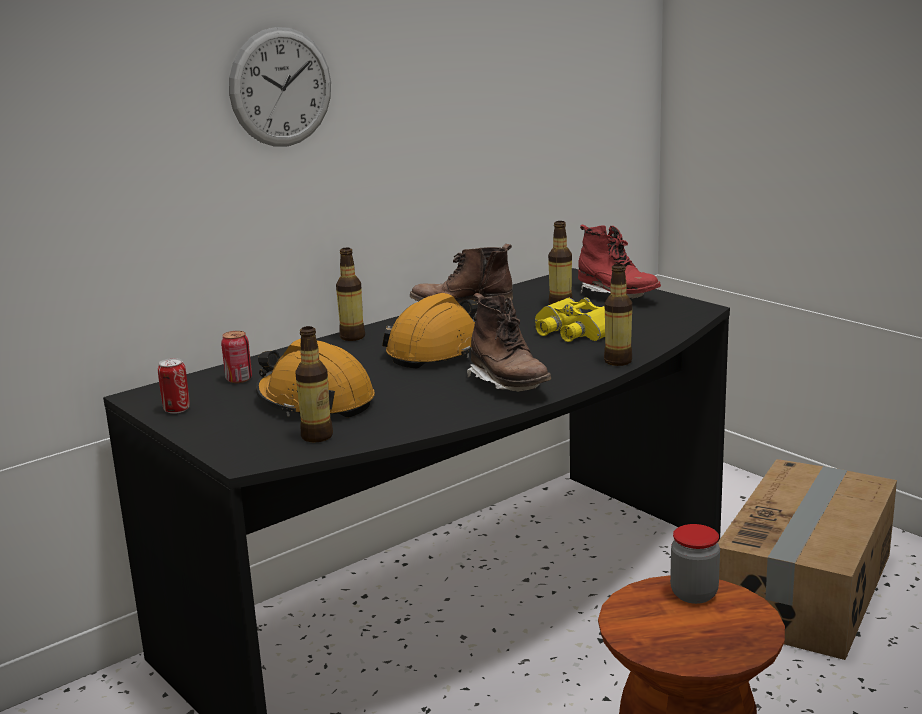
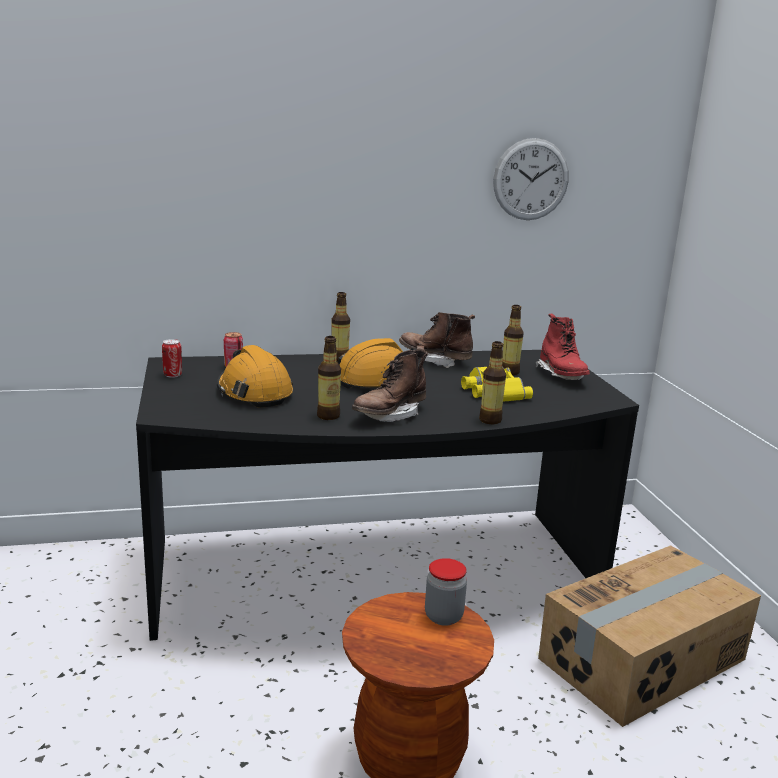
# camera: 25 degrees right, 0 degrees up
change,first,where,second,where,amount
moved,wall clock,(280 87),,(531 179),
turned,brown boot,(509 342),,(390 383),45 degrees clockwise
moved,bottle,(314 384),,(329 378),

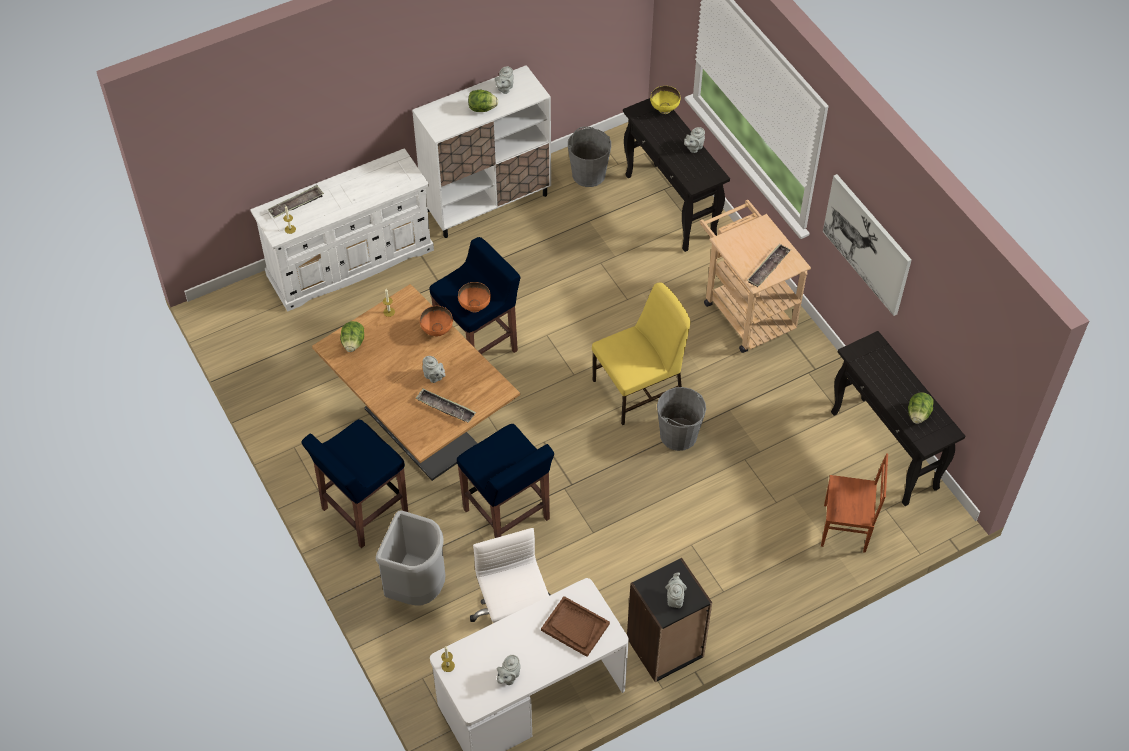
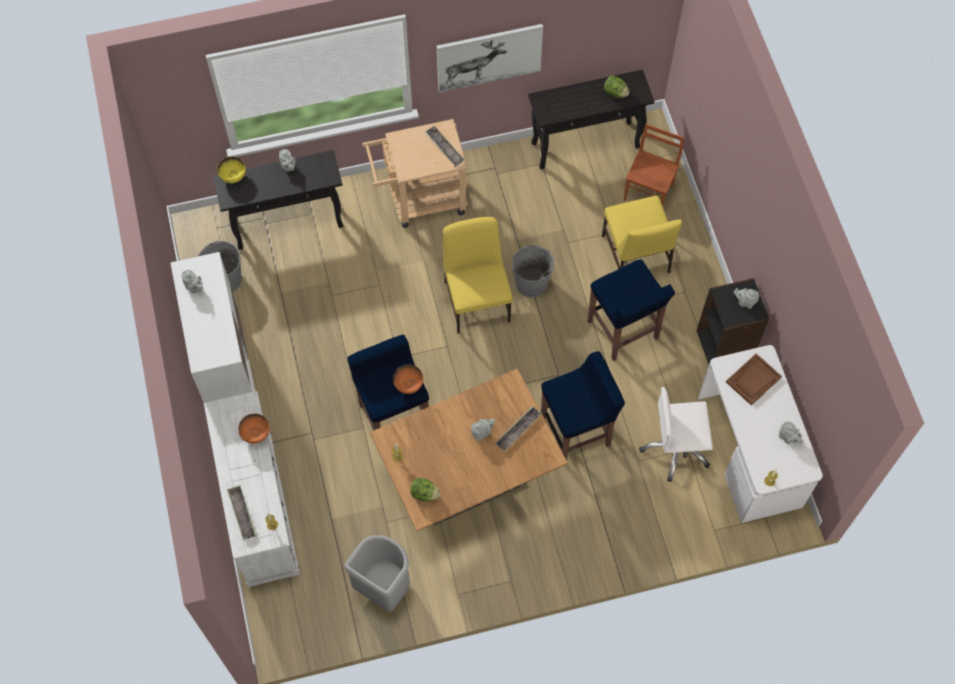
# camera: 75 degrees left, 10 degrees up
change,first,where,second,where,amount
removed,lettuce,(483 101),,,
moved,orange bowl,(436 321),,(254 428),
moved,blue stool,(355 483),,(631 310),
moved,grey trash can,(410 558),,(377 573),
added,,,yellow chair,(642 235),

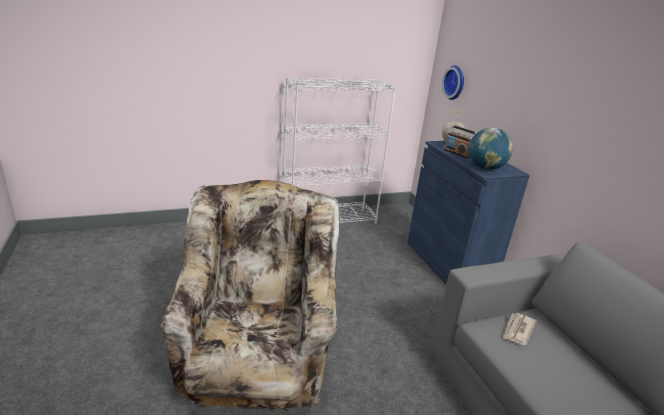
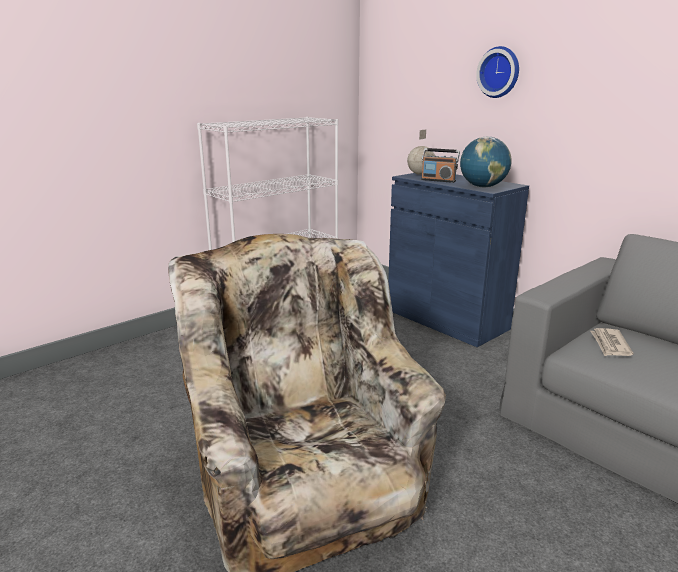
# camera: 20 degrees left, 5 degrees down
change,first,where,second,where,amount
moved,wall clock,(453 82),,(497 72),

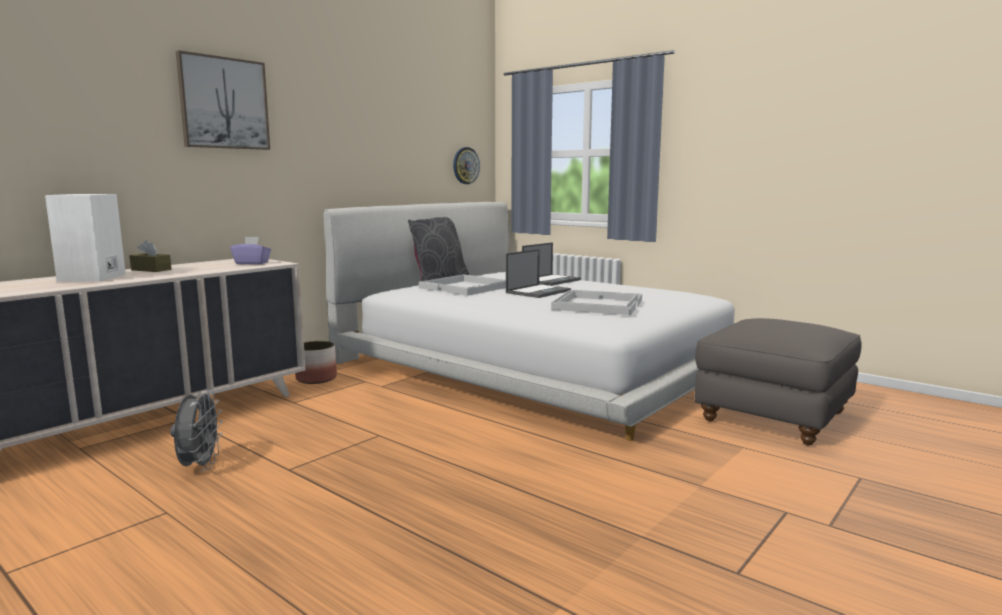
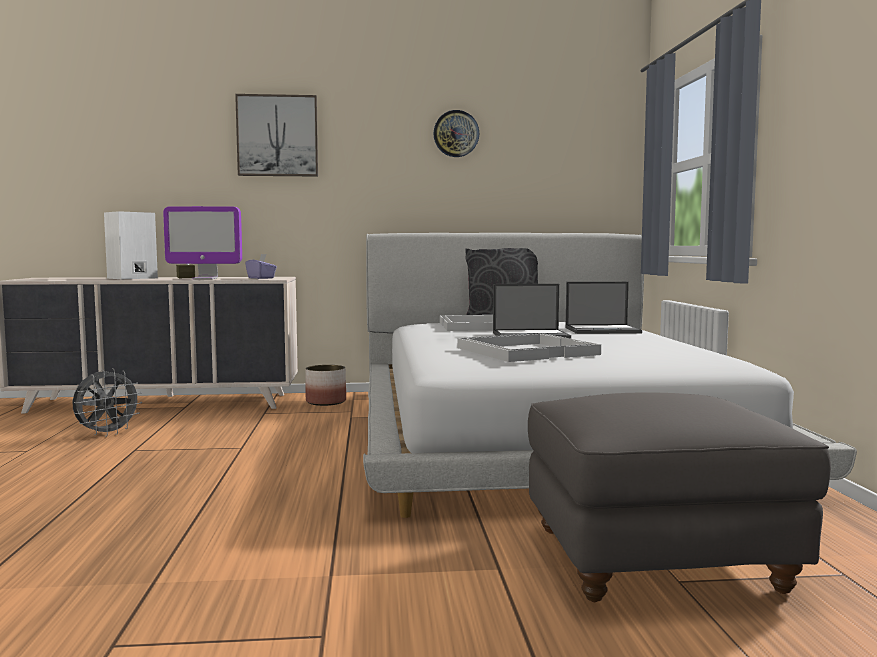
# camera: 45 degrees right, 5 degrees down
change,first,where,second,where,amount
moved,wall clock,(466 165),,(456 133),
added,,,monitor,(202 242),

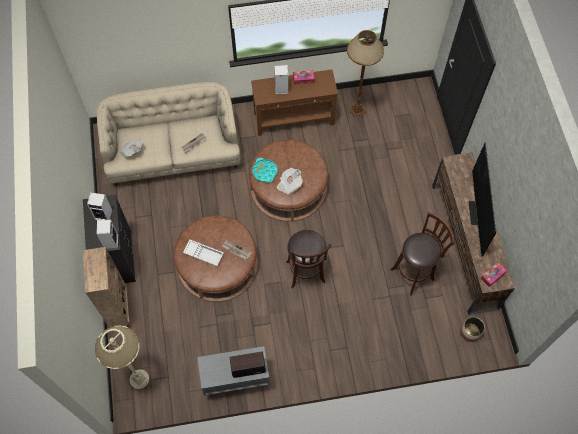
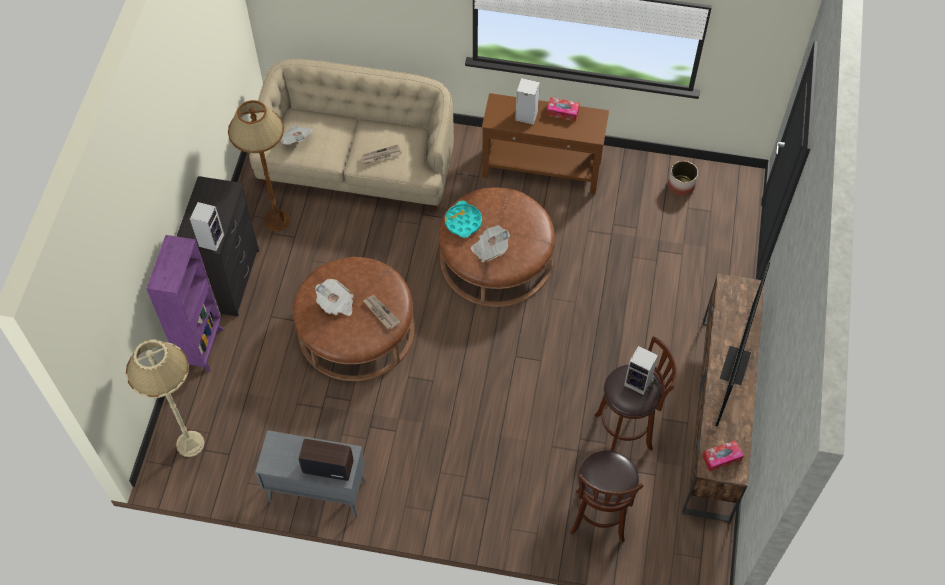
# camera: 20 degrees right, 5 degrees down
change,first,where,second,where,amount
moved,brown floor lamp,(365 73),,(259 165),
moved,speaker,(100 206),,(641 370),
moved,brown stool,(309 259),,(606 496),
replaced,white tray,(203 253),newspaper,(334 297),
recoloured,brown bookcase,(108 287),purple bookcase,(185 303),
moved,planter,(472 329),,(683 178),

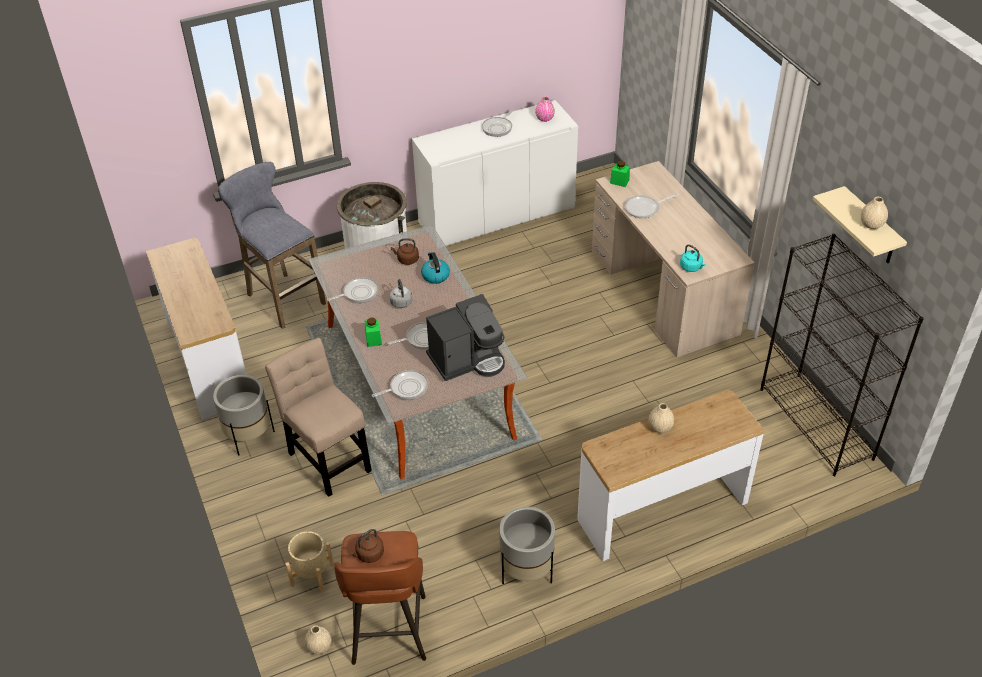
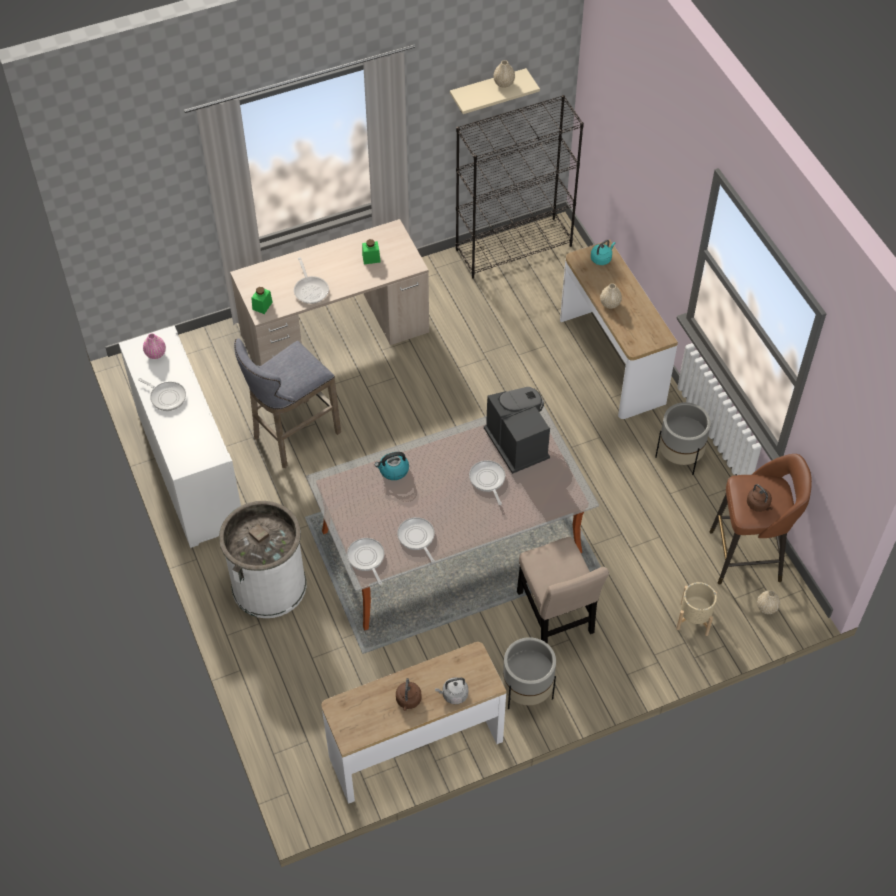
# camera: 90 degrees left, 10 degrees up
change,first,where,second,where,amount
moved,grey stool,(272 245),,(287 403),
moved,brown kettle,(405 251),,(409 694),
moved,turquoise kettle,(693 258),,(603 252),
moved,grey kettle,(400 293),,(451 690),
moved,green jar,(373 332),,(371 251),
turned,beige chair,(318 417),,(563 590),75 degrees counterclockwise
moved,frying pan,(400 385),,(366 561),

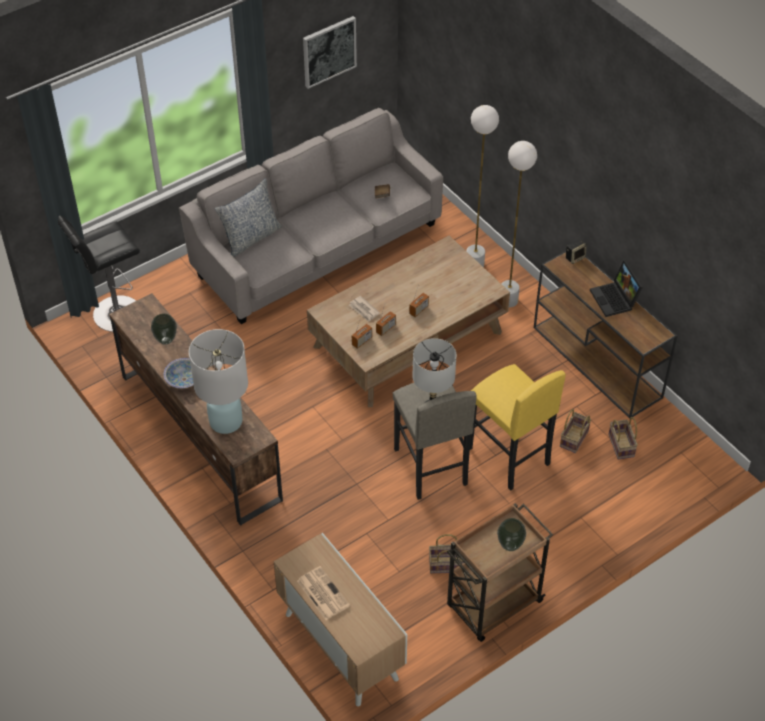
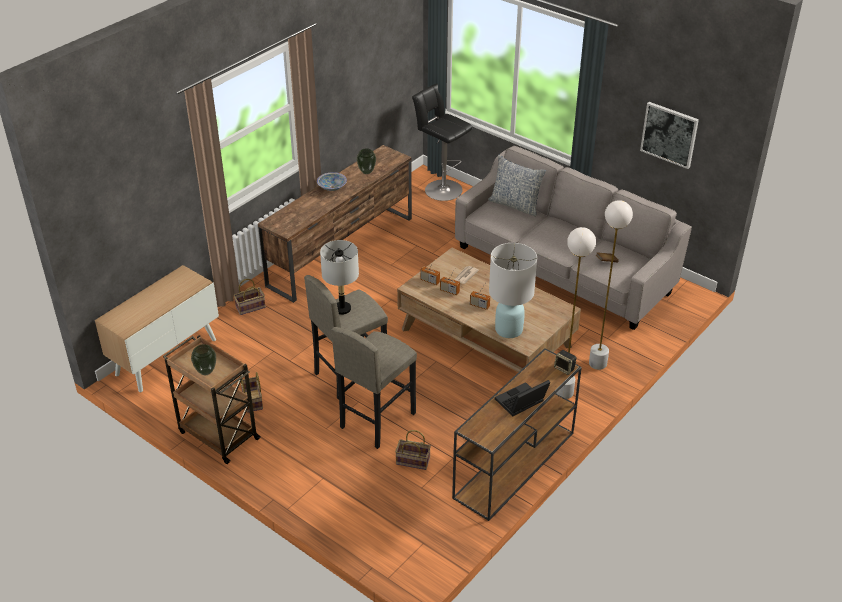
# camera: 75 degrees right, 10 degrees down
change,first,where,second,where,amount
moved,white table lamp,(218 381),,(513 290),
recoloured,yellow stool,(518 427),grey stool,(374 388),
moved,basket,(623 438),,(250 297),
removed,newspaper,(323 593),,,

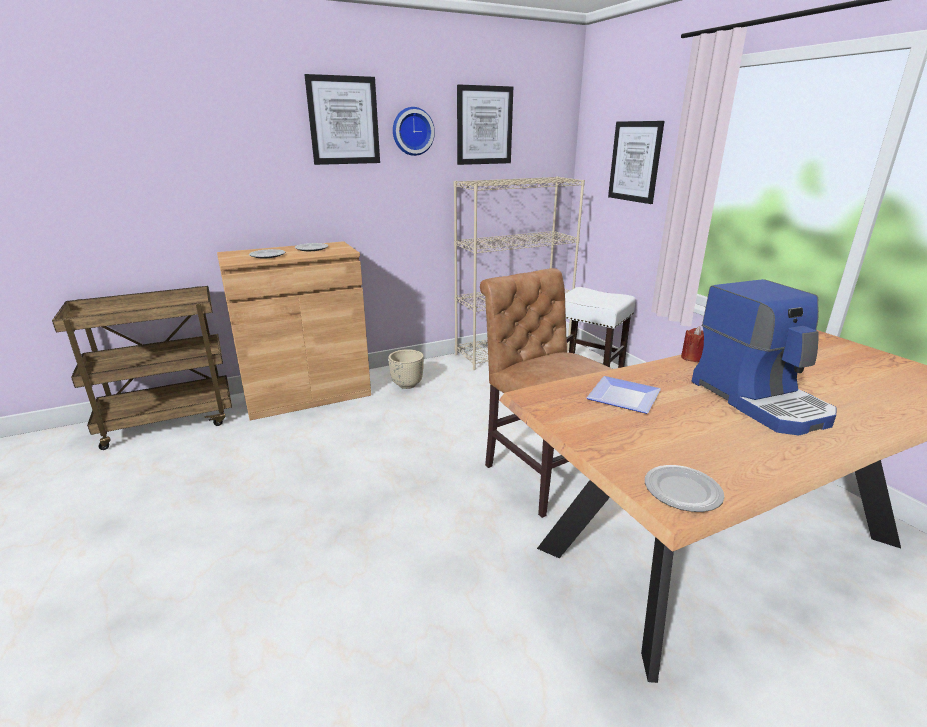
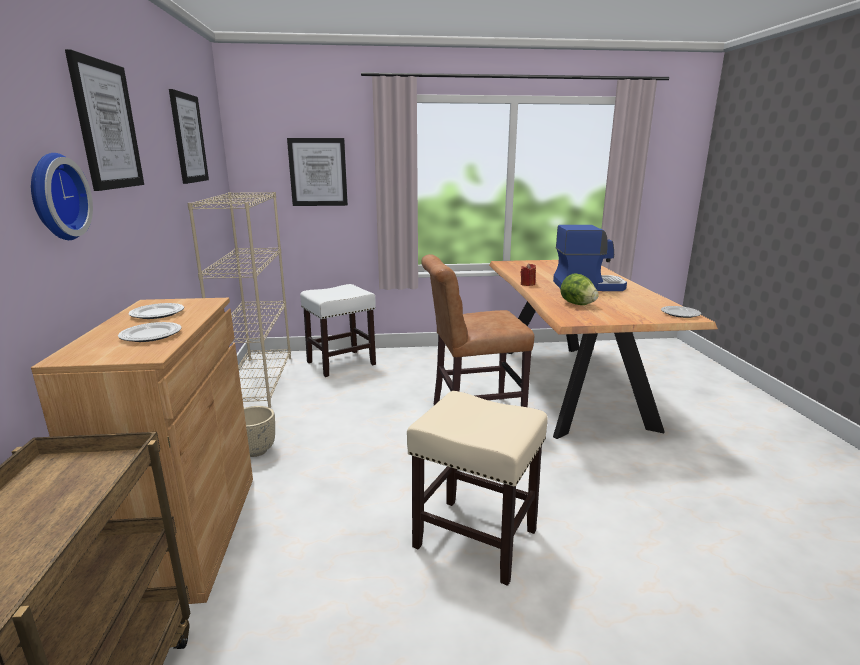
# camera: 70 degrees left, 5 degrees down
change,first,where,second,where,amount
moved,wall clock,(414 131),,(62 196),
replaced,plate,(624 395),lettuce,(579 289),
added,,,beige stool,(477 488),

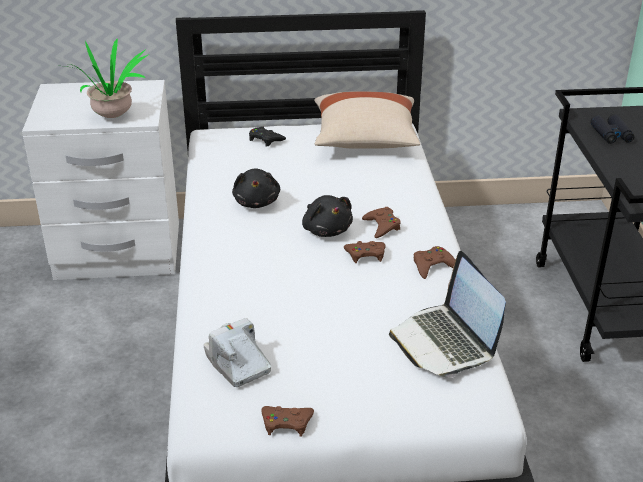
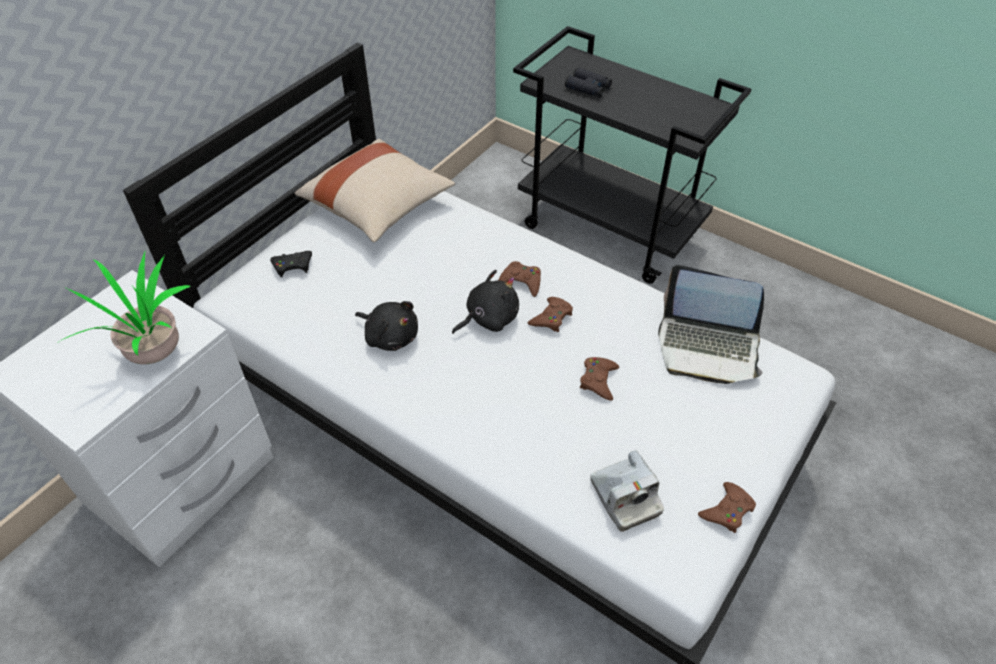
# camera: 50 degrees left, 15 degrees up
change,first,where,second,where,amount
turned,black plush toy,(327 216),,(485 302),45 degrees counterclockwise
moved,brown game controller,(434 262),,(599 379),
turned,photo camera,(237 352),,(627 491),120 degrees counterclockwise

